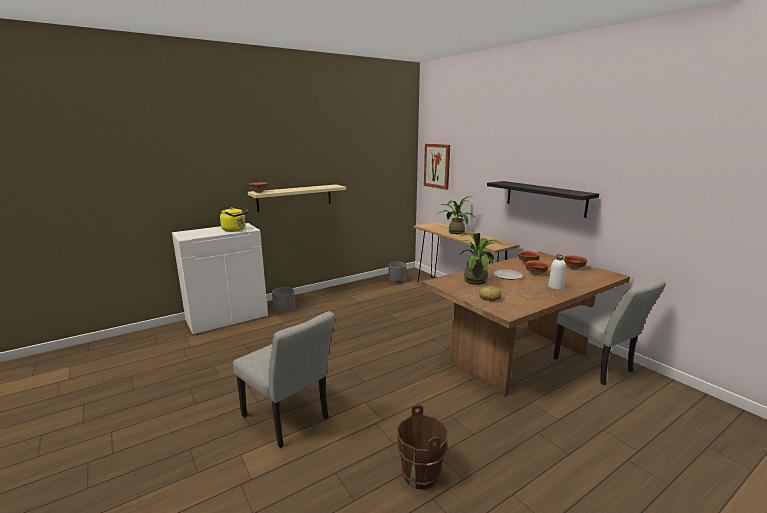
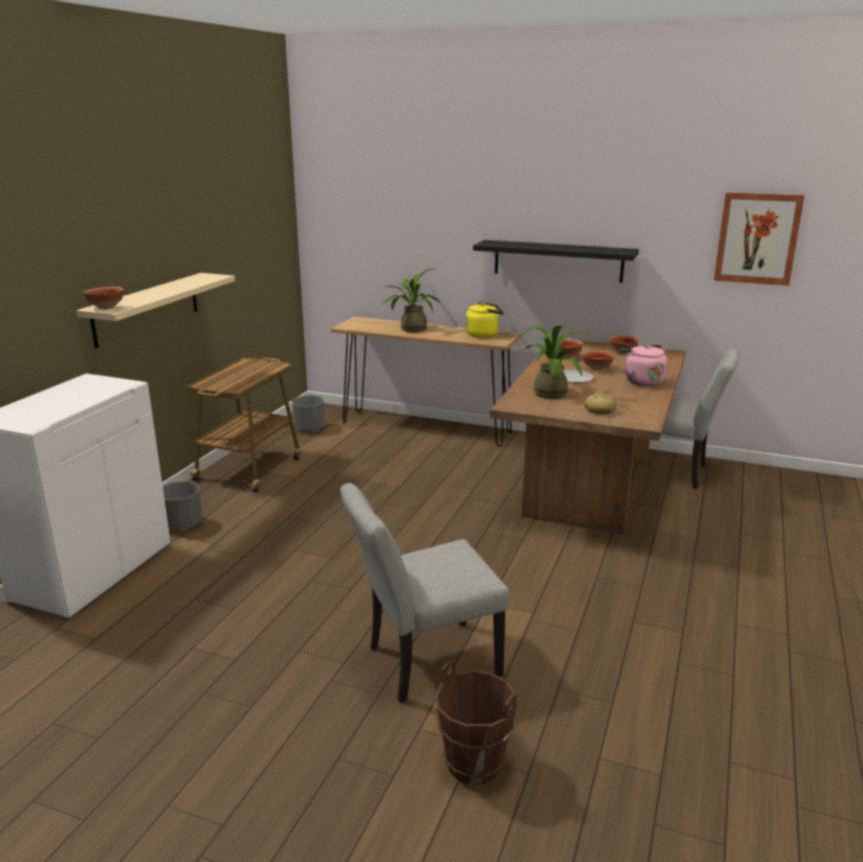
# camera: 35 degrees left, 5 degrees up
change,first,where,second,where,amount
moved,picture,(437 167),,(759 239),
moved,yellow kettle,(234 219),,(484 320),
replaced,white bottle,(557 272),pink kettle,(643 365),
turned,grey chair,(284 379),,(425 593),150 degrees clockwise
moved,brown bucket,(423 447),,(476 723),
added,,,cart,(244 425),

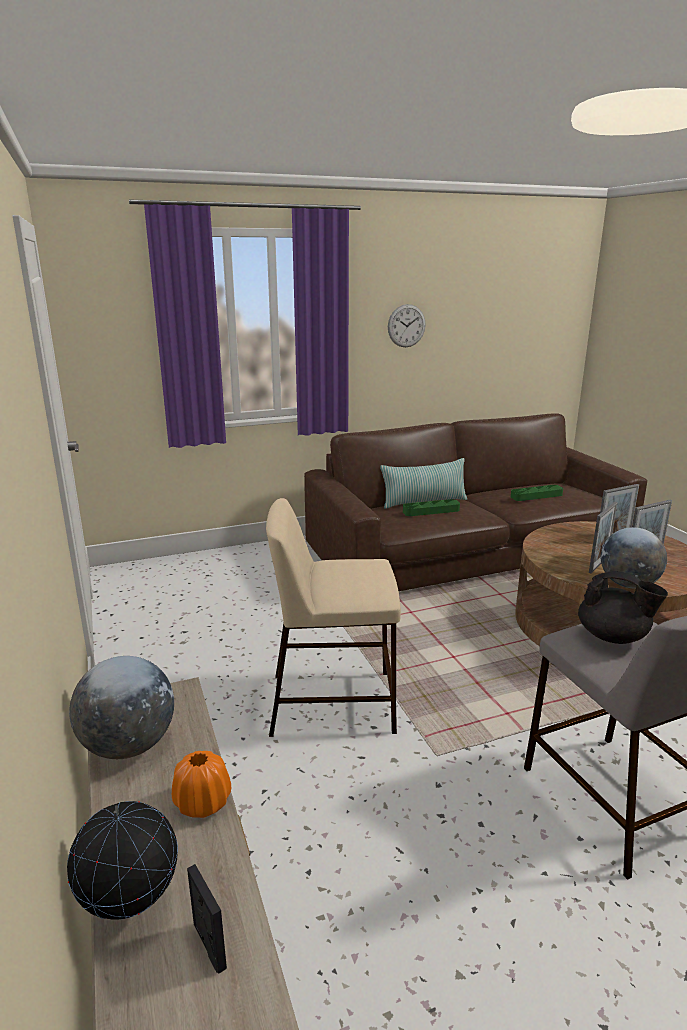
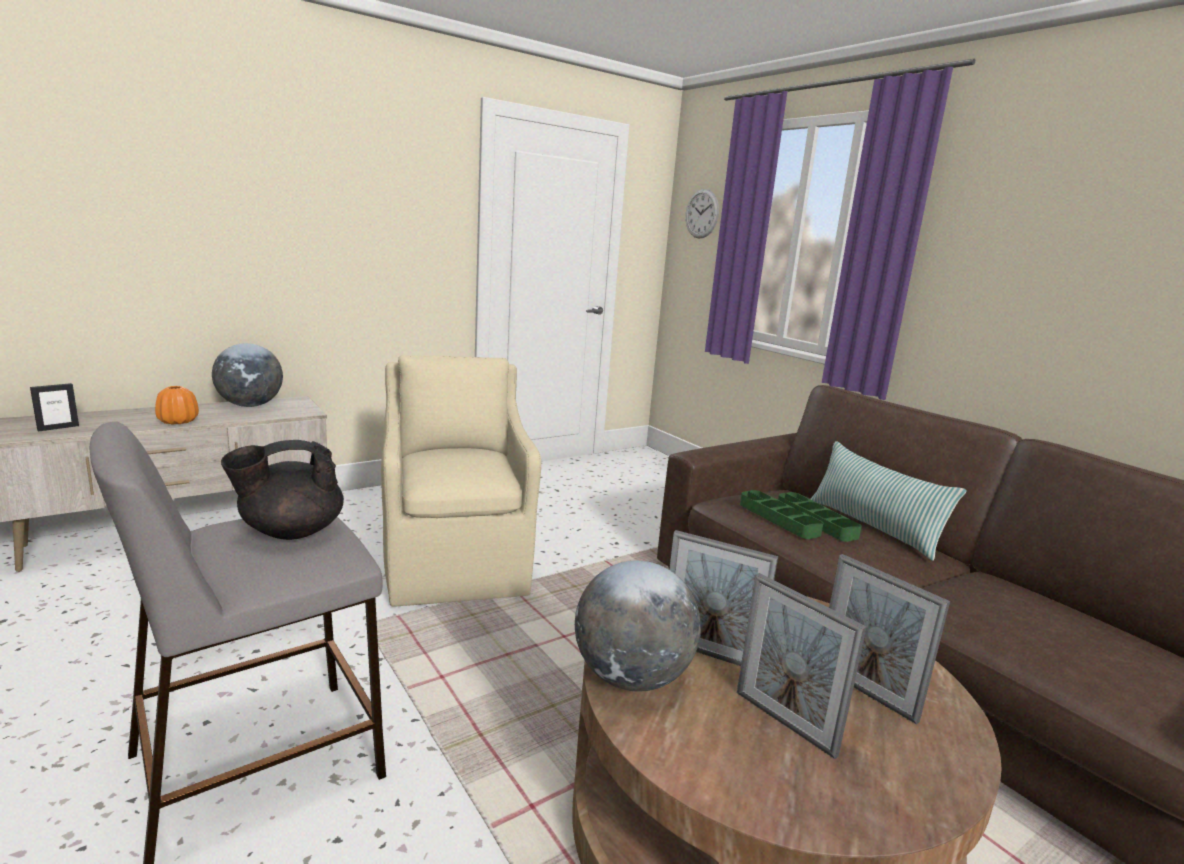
# camera: 75 degrees right, 5 degrees down
change,first,where,second,where,amount
moved,wall clock,(407 325),,(702 214),
moved,green tray,(537 493),,(781 514),
replaced,beige stool,(333 617),beige armchair,(461 481),
turned,black teapot,(623 607),,(282 490),45 degrees clockwise
removed,globe,(122 860),,,

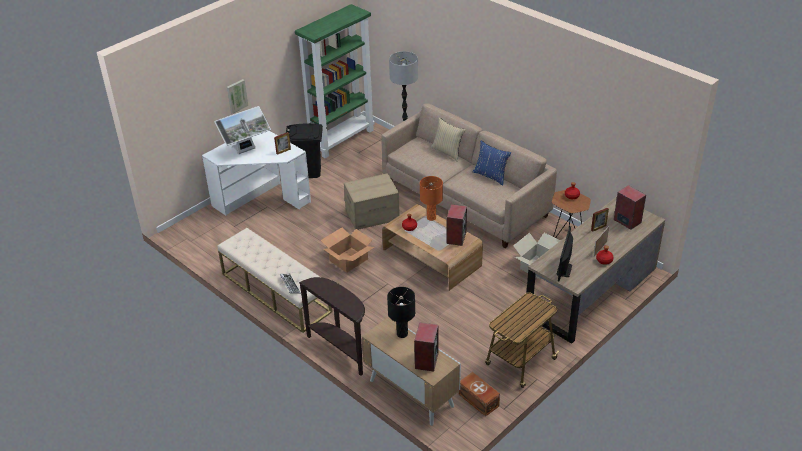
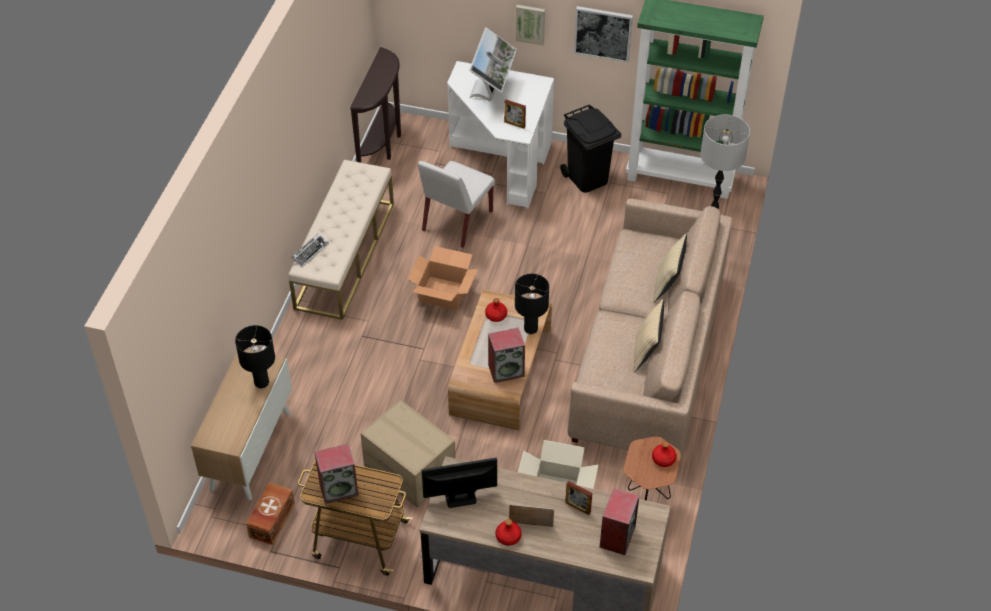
# camera: 60 degrees right, 10 degrees up
change,first,where,second,where,amount
turned,monitor,(242 130),,(493 64),105 degrees counterclockwise
recoloured,blue pillow,(492 163),beige pillow,(648 336),
moved,cardboard box,(372 201),,(408 454),
recoloured,orange table lamp,(431 198),black table lamp,(532 304),
moved,brown console table,(332 326),,(375 105),
moved,speaker,(426 347),,(337 473),
added,,,picture,(603 34),
added,,,white chair,(456 204),

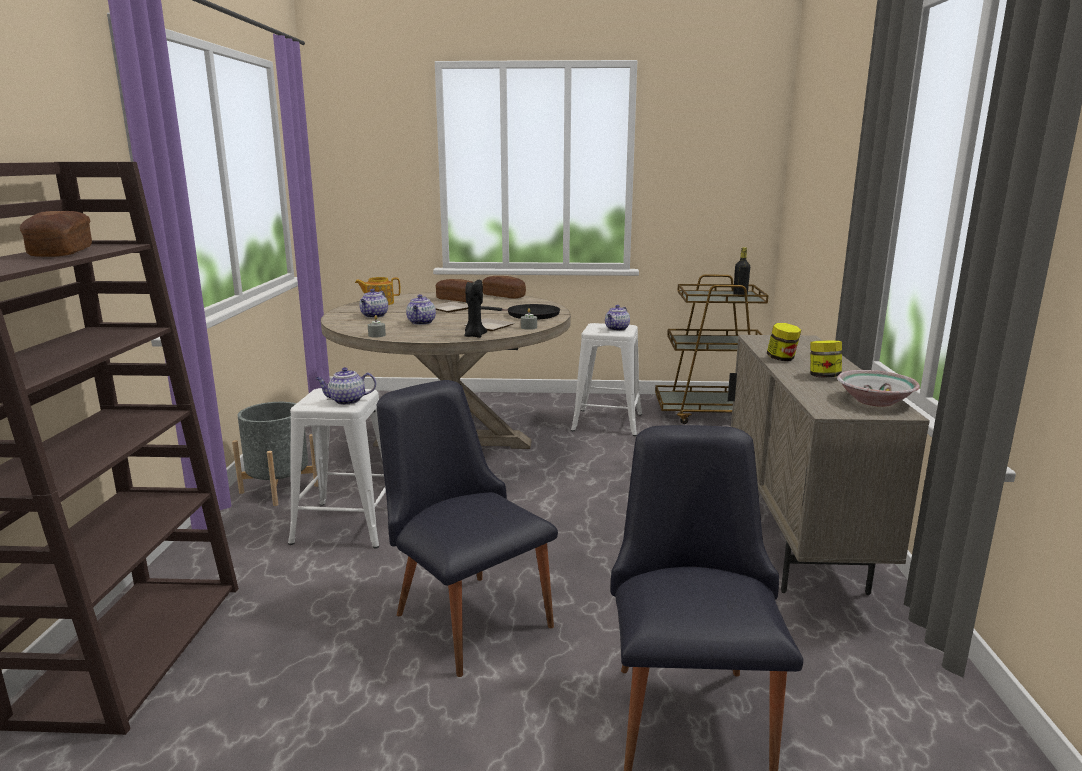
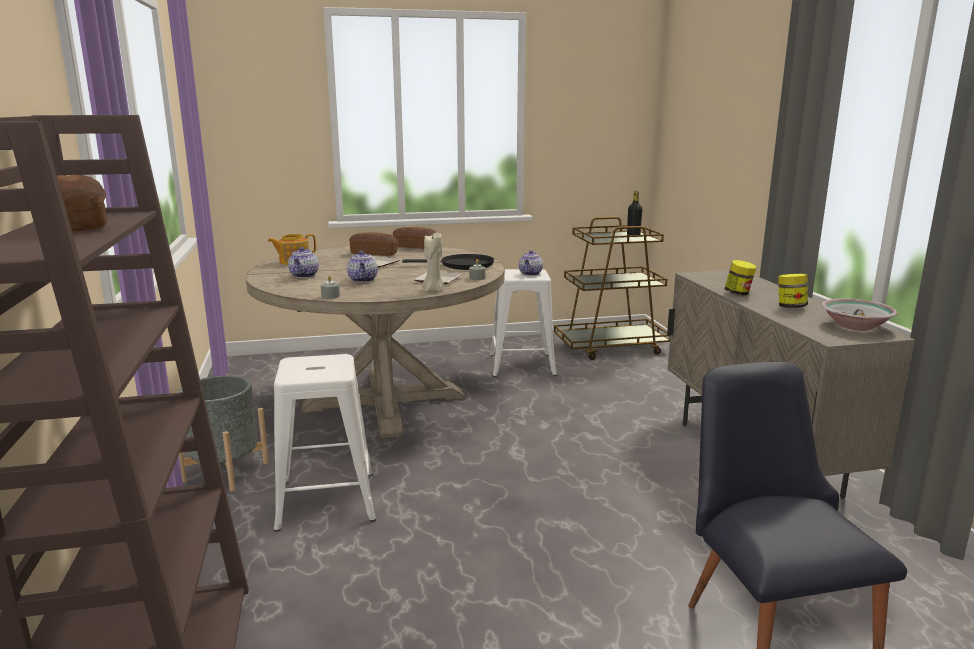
# camera: 15 degrees left, 0 degrees up
change,first,where,second,where,amount
recoloured,black candle,(475 309),beige candle,(433 262),
removed,teapot,(345 386),,,
removed,black chair,(467 528),,,

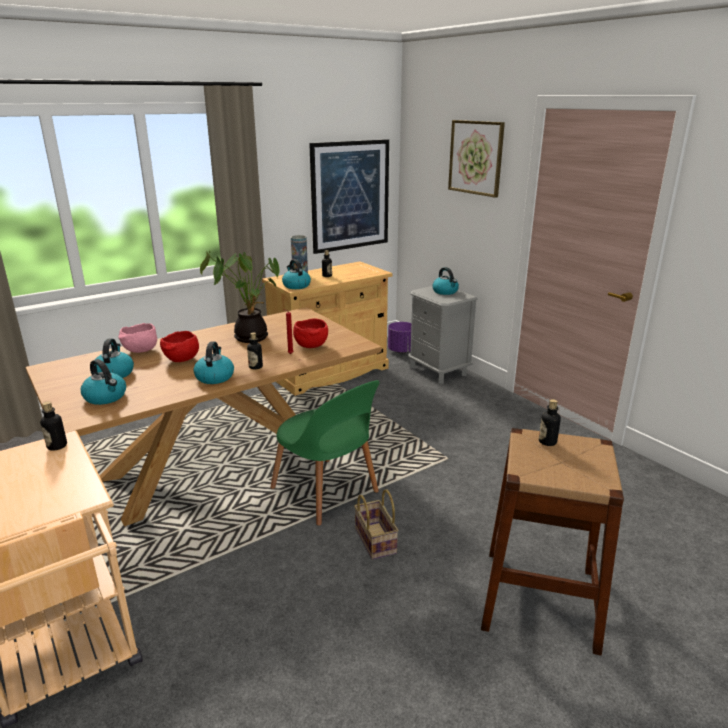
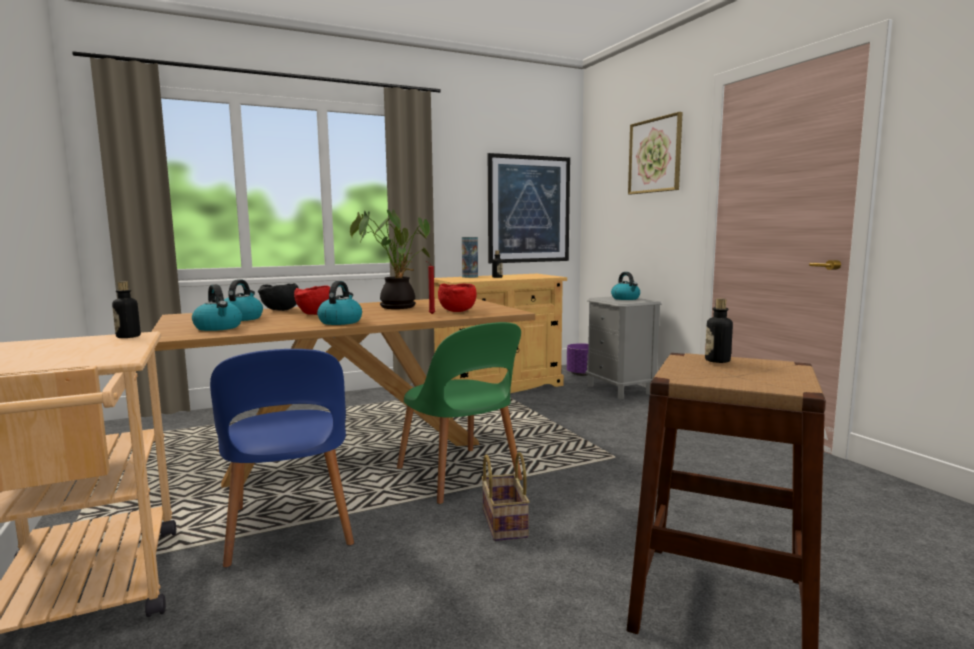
# camera: 10 degrees right, 15 degrees down
change,first,where,second,where,amount
removed,kettle,(296 274),,,
recoloured,pink bowl,(137 338),black bowl,(278 297),
removed,bottle,(255 350),,,
added,,,blue chair,(282 458),

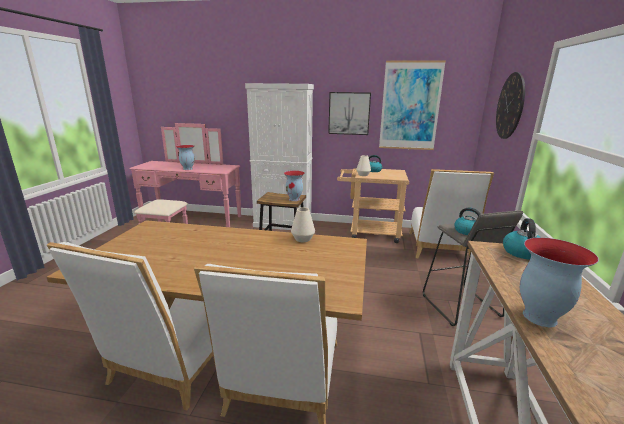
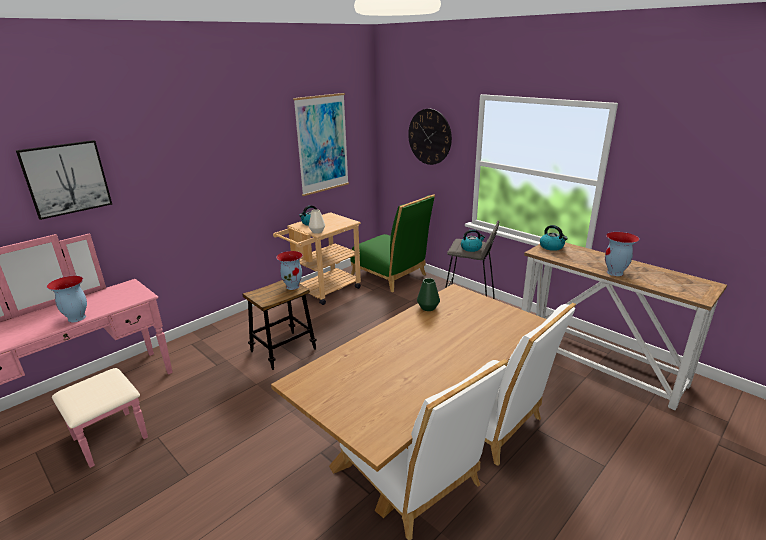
# camera: 55 degrees left, 5 degrees up
change,first,where,second,where,amount
removed,white cabinet,(279 156),,,
moved,picture,(349 113),,(64 180),
recoloured,white chair,(451 213),green chair,(393 243),
recoloured,white vase,(303 224),green vase,(428 294),

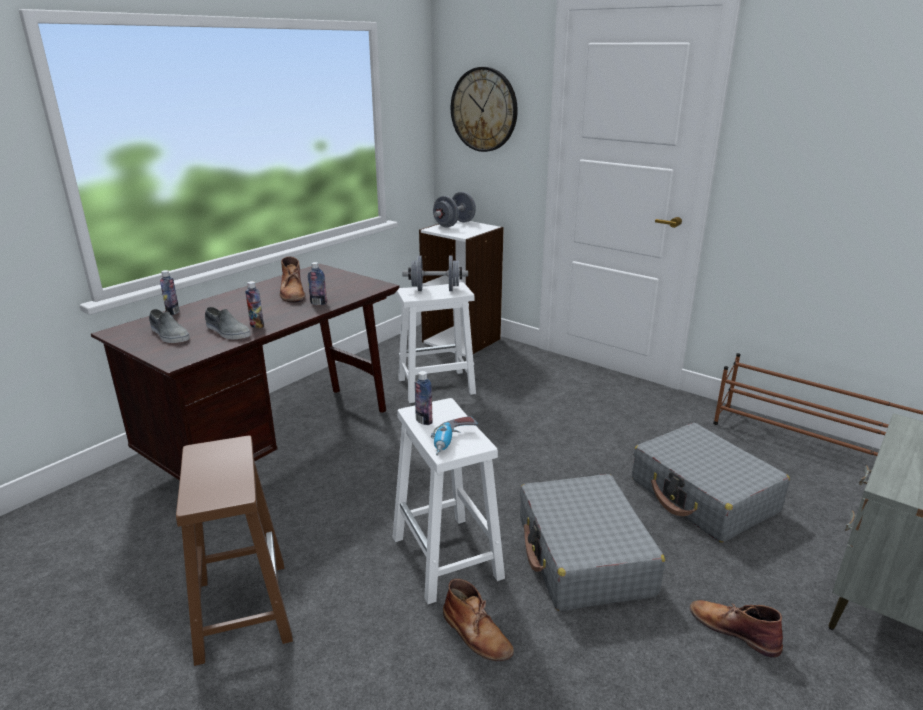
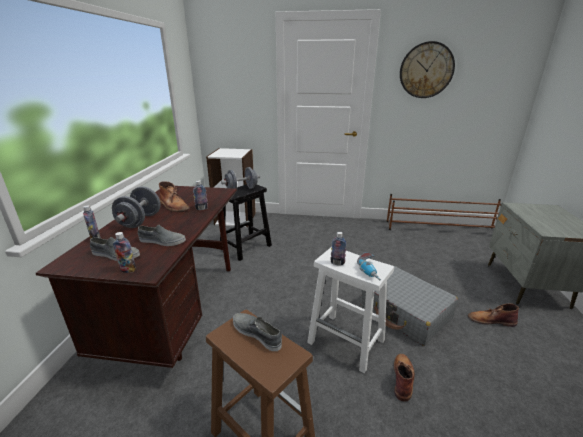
# camera: 30 degrees left, 0 degrees up
change,first,where,second,where,amount
moved,wall clock,(484 109),,(427 69),
moved,grey dumbbell,(454 209),,(136 207),
moved,bottle,(254 304),,(124 252),
recoloured,white stool,(436 342),black stool,(246 222),
removed,grey suitcase,(711 483),,,
turned,brown boot,(478 620),,(404 378),90 degrees counterclockwise
added,,,grey shoe,(257 332),

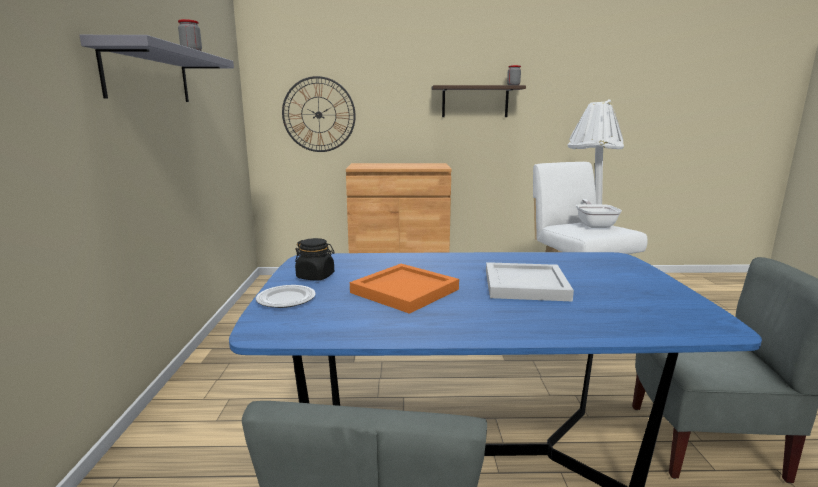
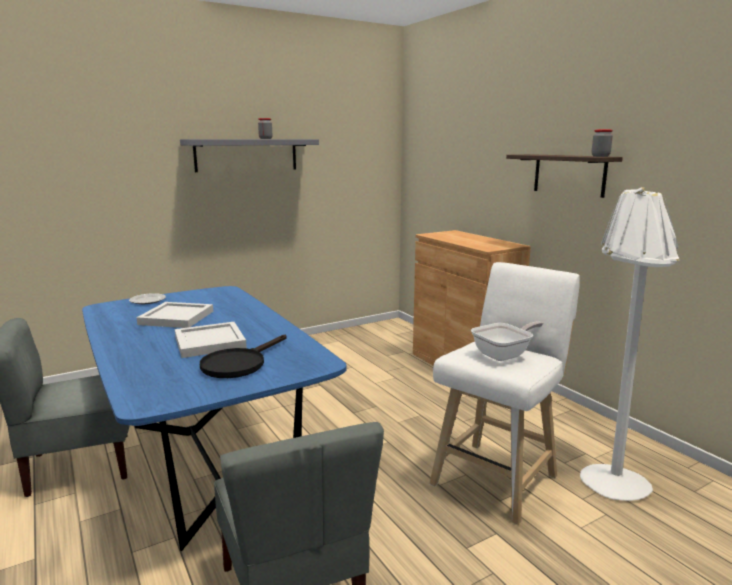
# camera: 60 degrees right, 0 degrees up
change,first,where,second,where,amount
removed,wall clock,(319 114),,,
removed,black jar,(315 259),,,
recoloured,orange tray,(404 289),white tray,(174 315),
added,,,black frying pan,(243 356),

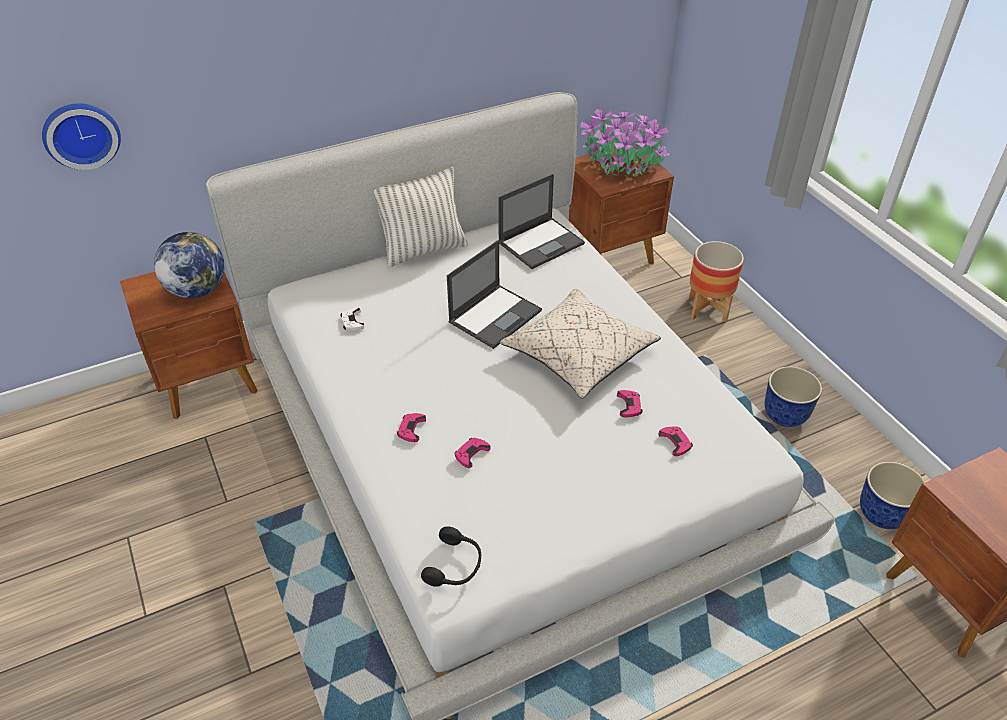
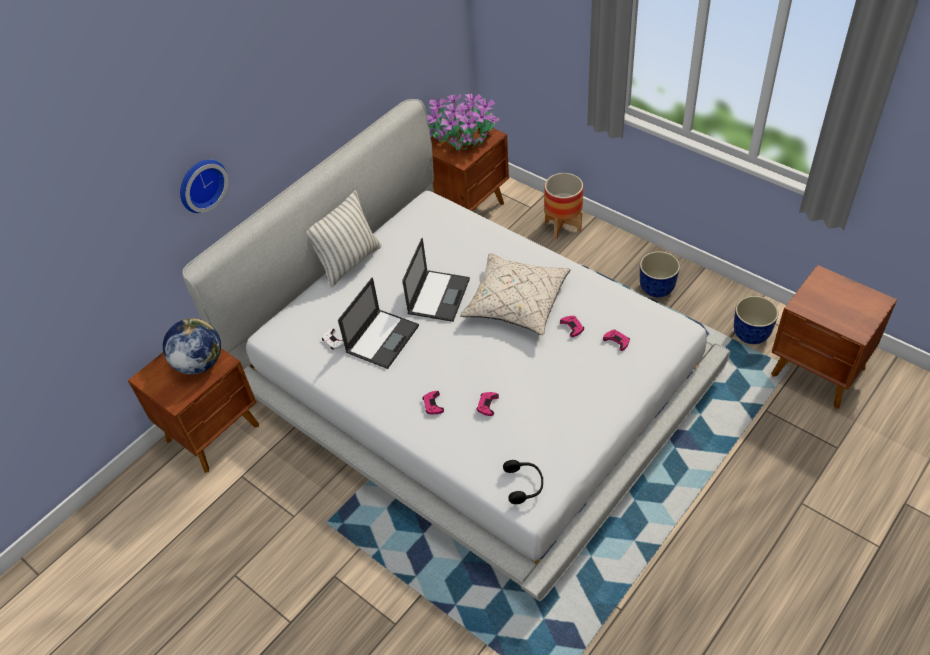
# camera: 20 degrees left, 5 degrees up
change,first,where,second,where,amount
moved,wall clock,(81 136),,(204 186),
moved,laptop,(541 221),,(378 323),

